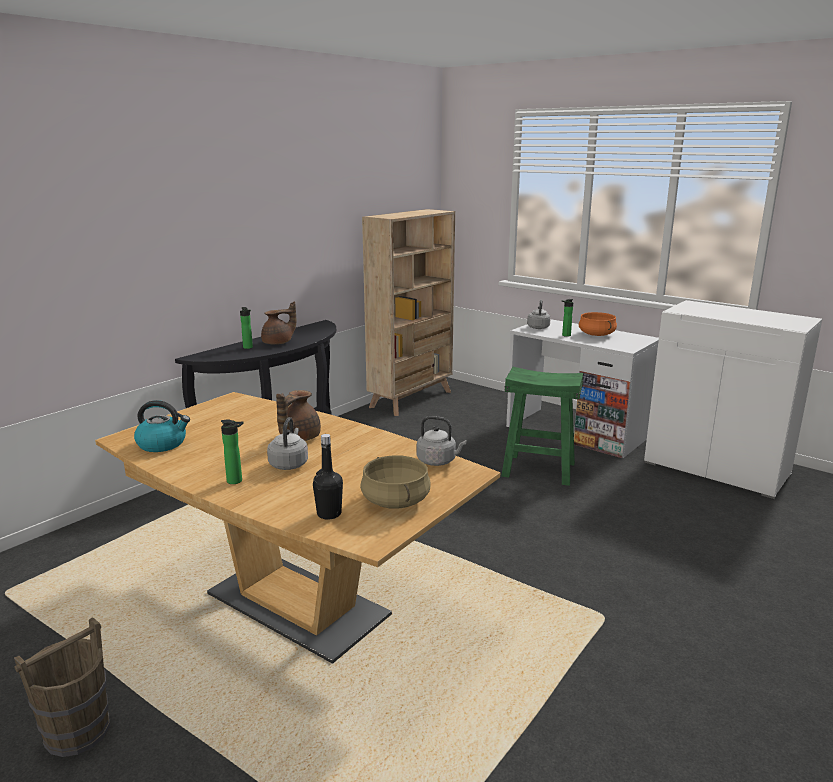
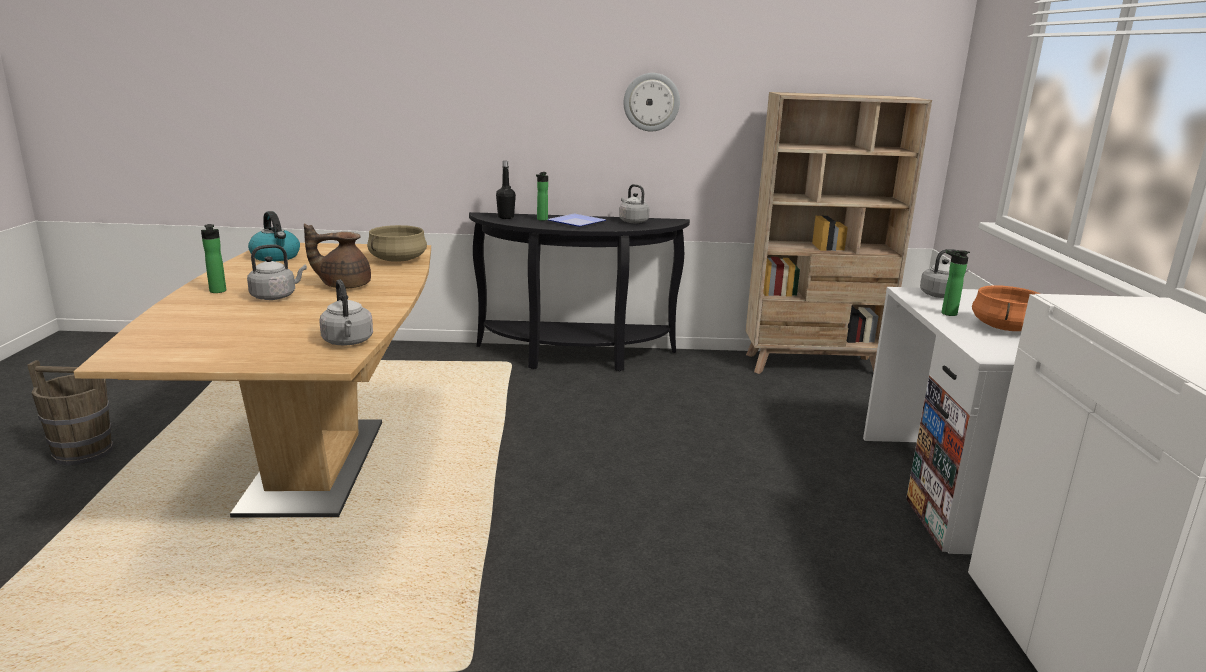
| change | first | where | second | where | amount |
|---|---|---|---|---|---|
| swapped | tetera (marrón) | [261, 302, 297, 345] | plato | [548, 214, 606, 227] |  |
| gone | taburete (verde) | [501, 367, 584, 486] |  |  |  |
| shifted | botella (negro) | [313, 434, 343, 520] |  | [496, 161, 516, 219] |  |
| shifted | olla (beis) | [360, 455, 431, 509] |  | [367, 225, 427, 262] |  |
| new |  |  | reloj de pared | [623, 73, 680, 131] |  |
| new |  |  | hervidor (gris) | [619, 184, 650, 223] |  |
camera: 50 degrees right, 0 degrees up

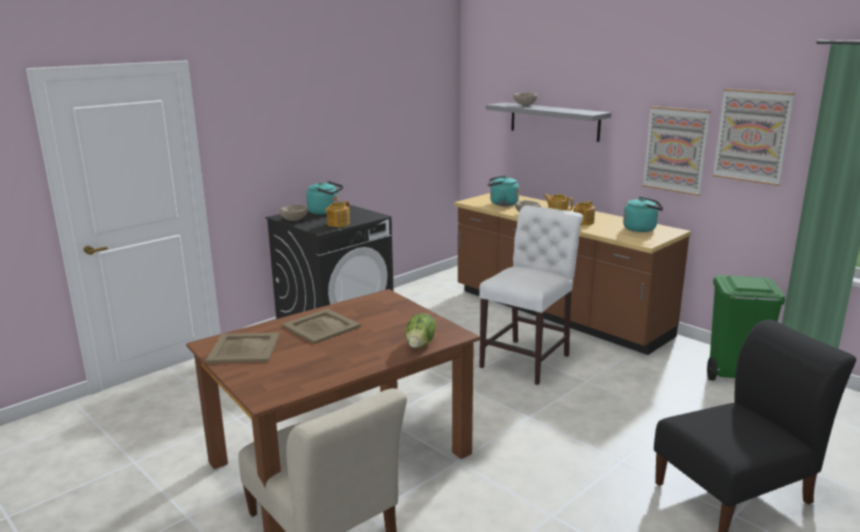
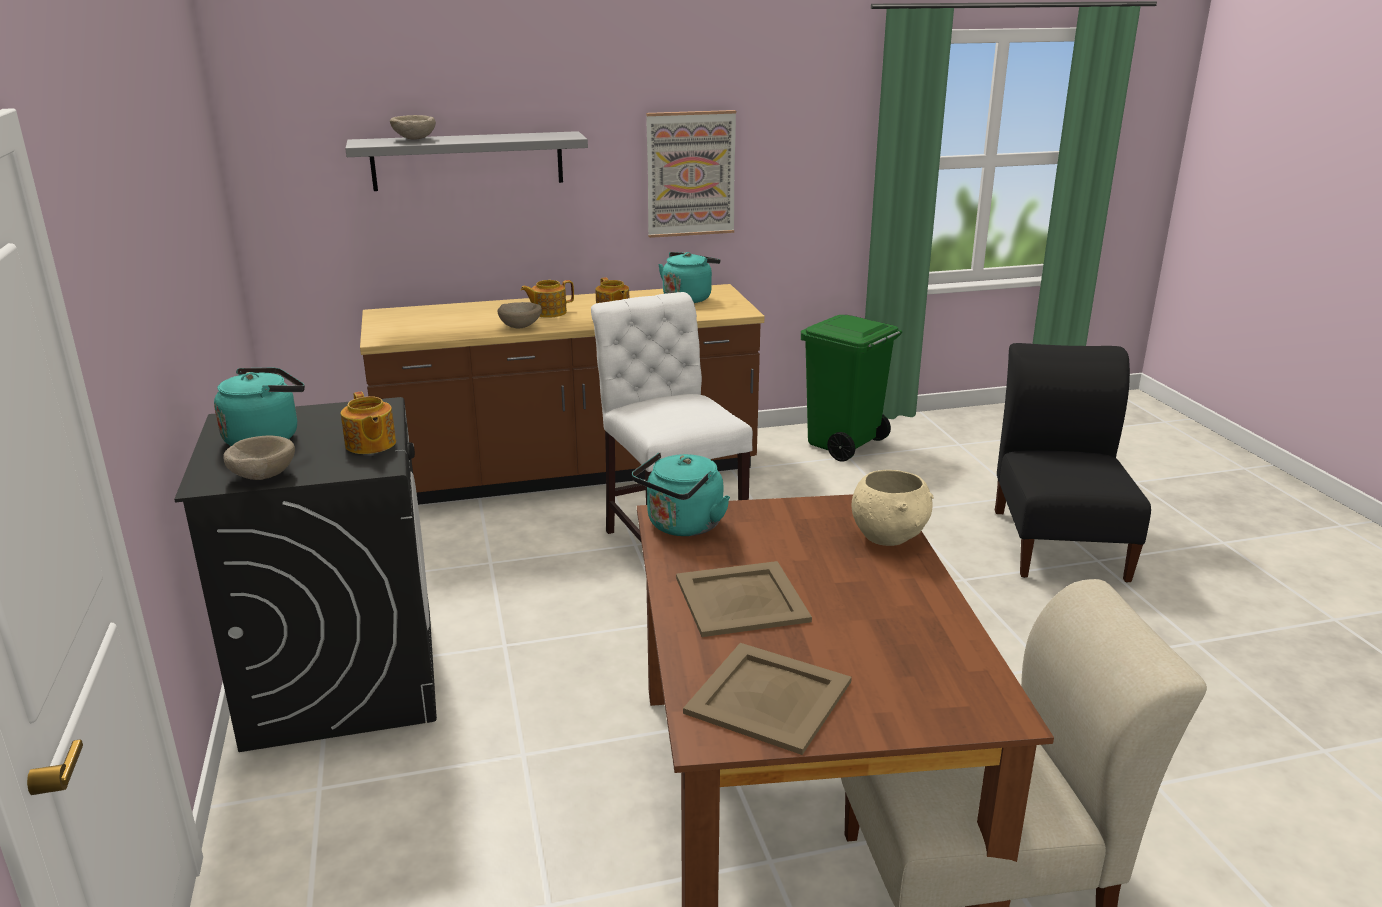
| change | first | where | second | where | amount |
|---|---|---|---|---|---|
| gone | cuadro | [712, 89, 794, 186] |  |  |  |
| shifted | hervidor (turquesa) | [488, 175, 519, 206] |  | [632, 453, 730, 536] |  |
| swapped | lechuga | [405, 313, 436, 348] | cuenco (beis) | [852, 470, 933, 546] |  |
camera: 60 degrees left, 5 degrees up

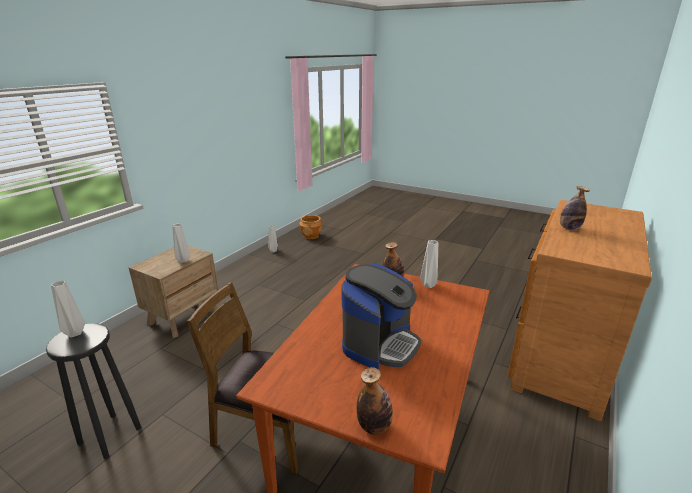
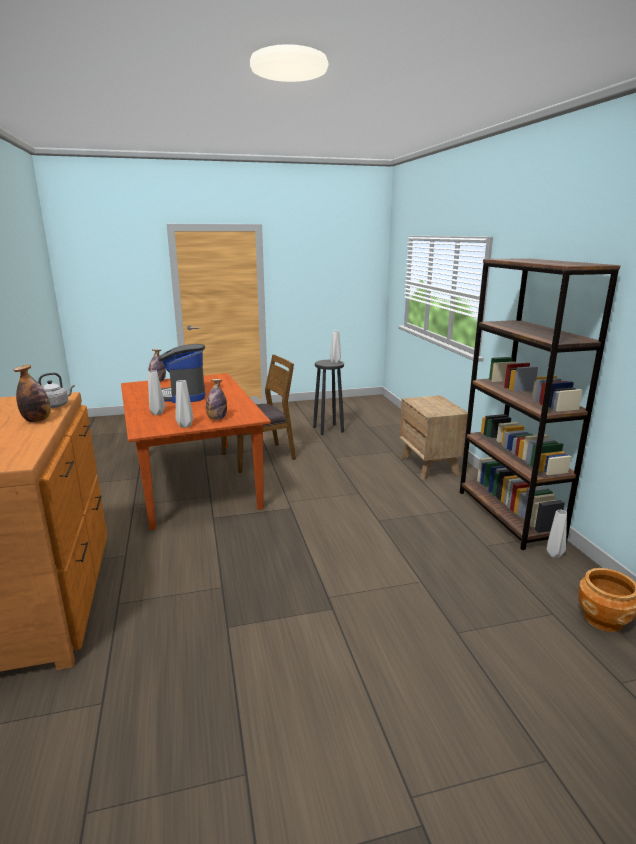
| change | first | where | second | where | amount |
|---|---|---|---|---|---|
| shifted | florero (gris) | [172, 224, 190, 263] |  | [148, 370, 165, 415] |  |
| new |  |  | estantería (marrón) | [459, 258, 621, 550] |  |
| new |  |  | hervidor (gris) | [38, 373, 75, 408] |  |
camera: 135 degrees right, 5 degrees down

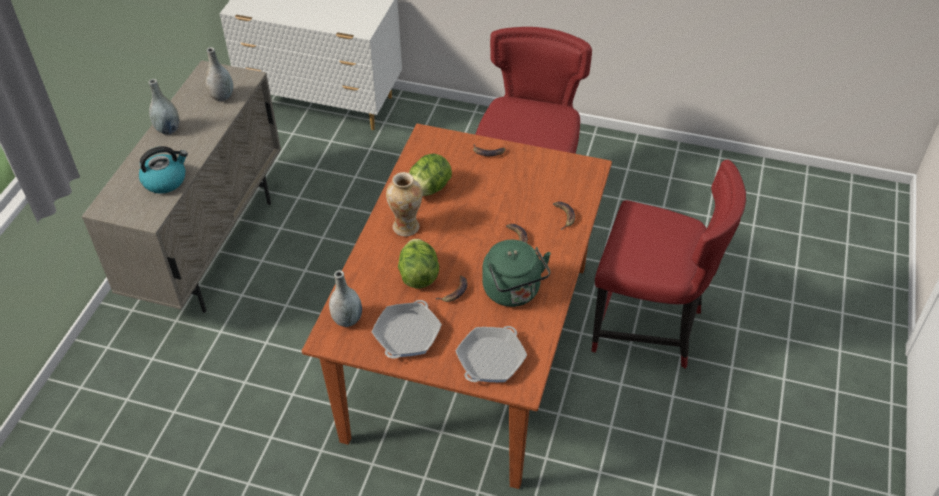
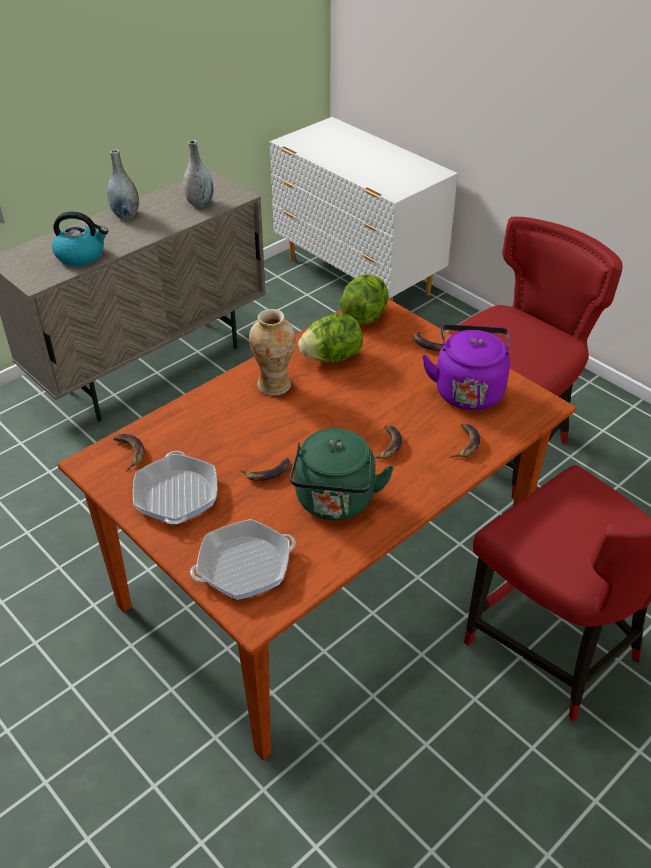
| change | first | where | second | where | amount |
|---|---|---|---|---|---|
| shifted | lechuga | [398, 239, 439, 288] |  | [340, 274, 389, 325] |  |
| swapped | florero (gris) | [329, 270, 362, 327] | plátano | [113, 434, 145, 471] |  |
| rotated | sartén | [372, 300, 442, 359] |  | [133, 451, 217, 524] | 60 degrees counterclockwise |
| new |  |  | hervidor (morado) | [422, 324, 510, 410] |  |
camera: 30 degrees right, 5 degrees down

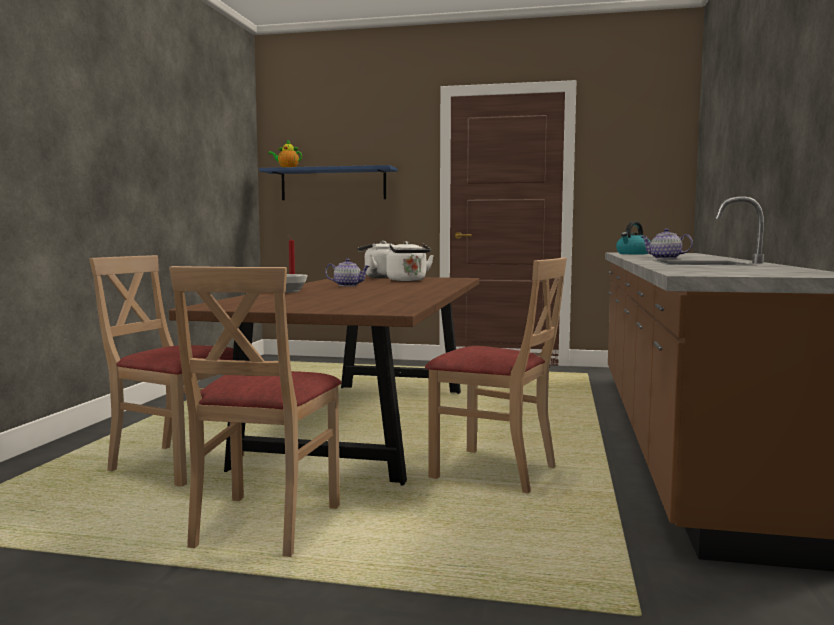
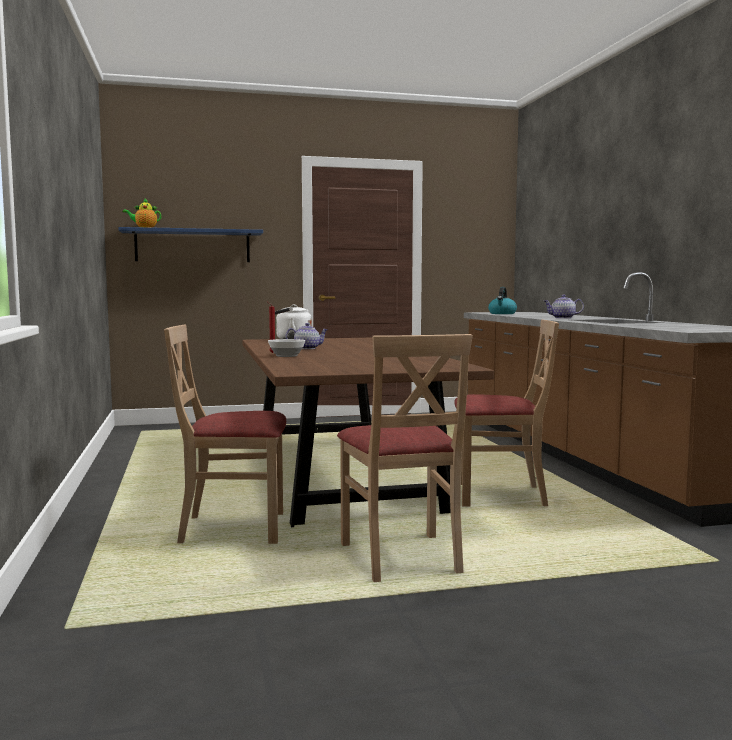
| change | first | where | second | where | amount |
|---|---|---|---|---|---|
| gone | hervidor (blanco) | [386, 241, 434, 281] |  |  |  |
camera: 25 degrees left, 0 degrees up

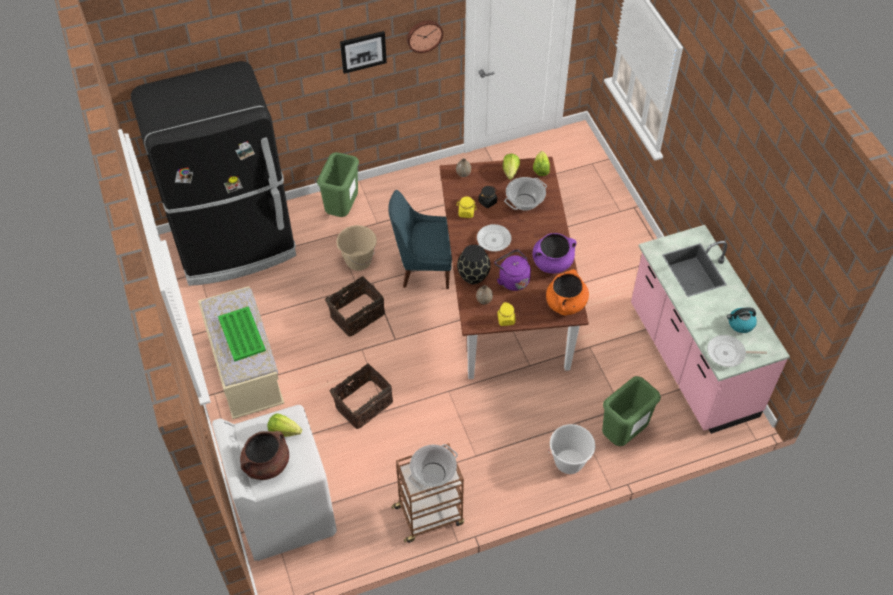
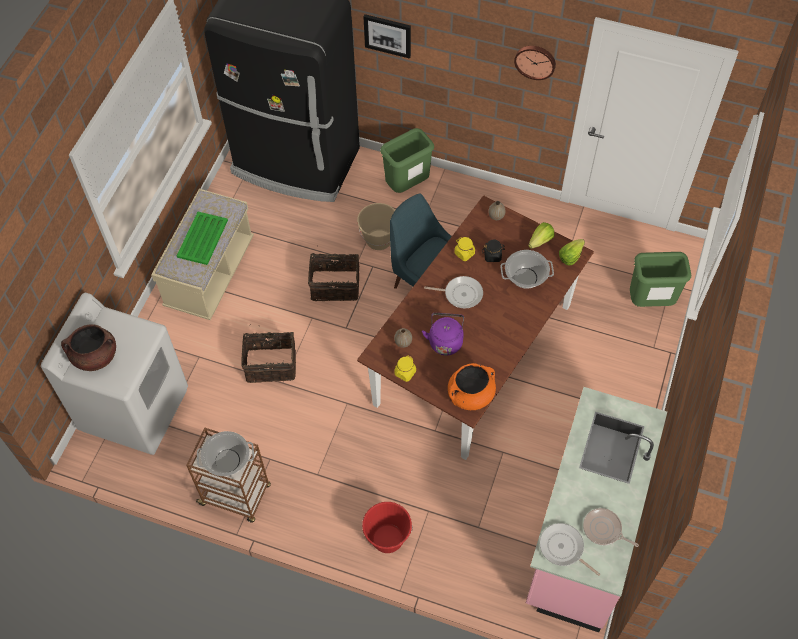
| change | first | where | second | where | amount |
|---|---|---|---|---|---|
| shifted | cuadro | [340, 31, 387, 74] |  | [363, 14, 411, 59] |  |
| gone | olla (morado) | [533, 233, 577, 273] |  |  |  |
| gone | florero (negro) | [457, 245, 491, 284] |  |  |  |
| swapped | hervidor | [727, 307, 757, 333] | sartén | [583, 508, 639, 547] |  |
| shifted | papelera (verde) | [602, 376, 661, 446] |  | [630, 252, 691, 307] |  |
| gone | lechuga | [267, 413, 302, 437] |  |  |  |
| repainted | cubo (blanco) | [548, 424, 595, 474] | cubo (rojo) | [362, 502, 413, 553] |  |
camera: 40 degrees right, 5 degrees up

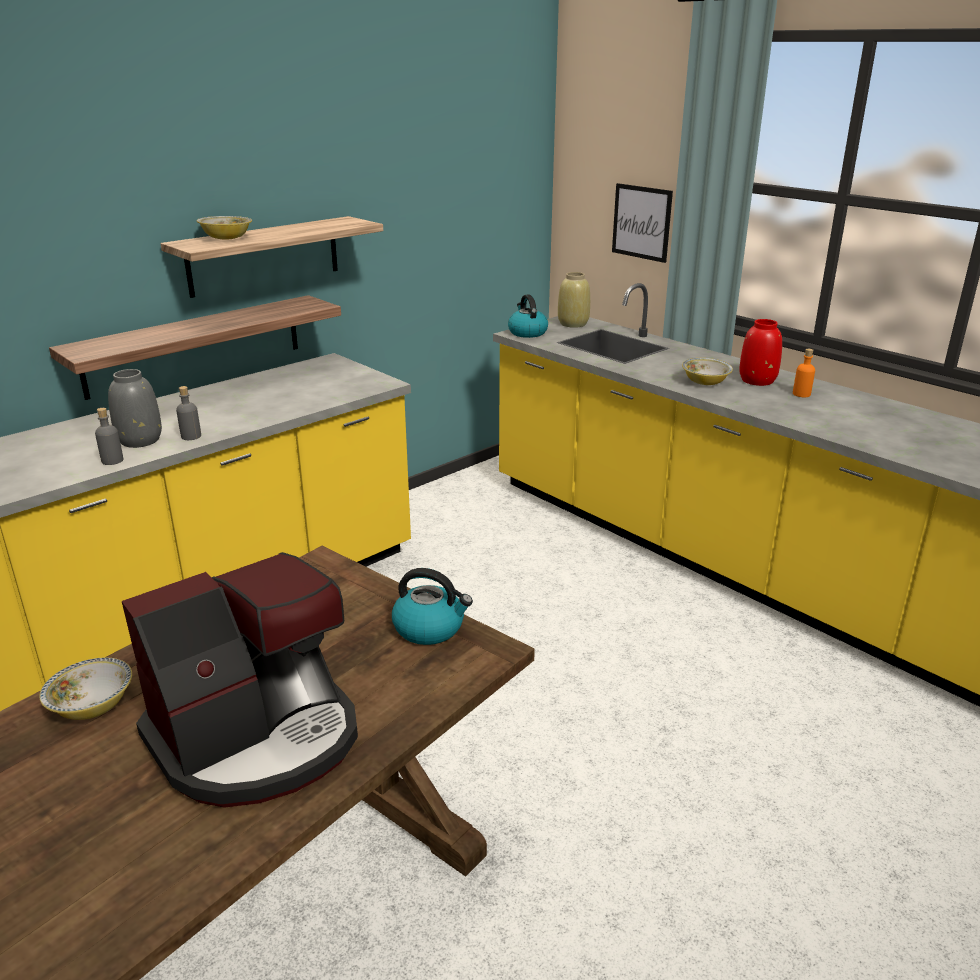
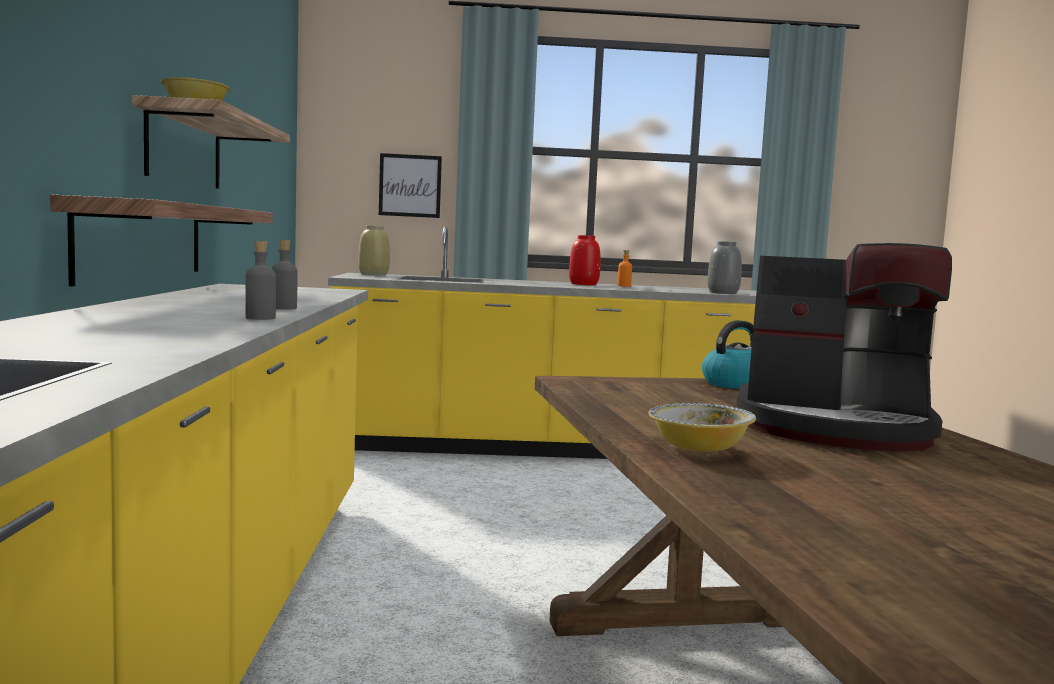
| change | first | where | second | where | amount |
|---|---|---|---|---|---|
| gone | hervidor | [508, 294, 548, 338] |  |  |  |
| gone | cuenco | [682, 358, 733, 385] |  |  |  |
| shifted | florero (gris) | [108, 369, 162, 448] |  | [707, 241, 742, 294] |  |
| rotated | cafetera | [122, 552, 358, 808] |  | [736, 243, 952, 452] | 105 degrees clockwise |
camera: 50 degrees left, 20 degrees down

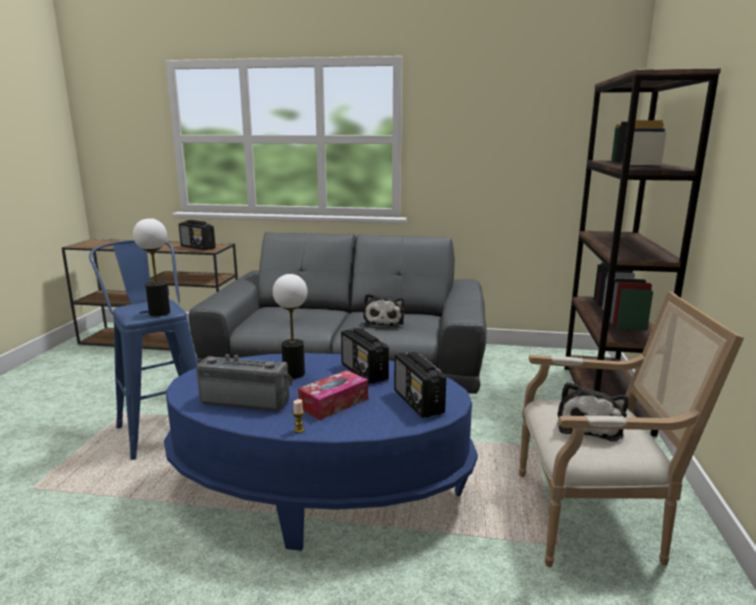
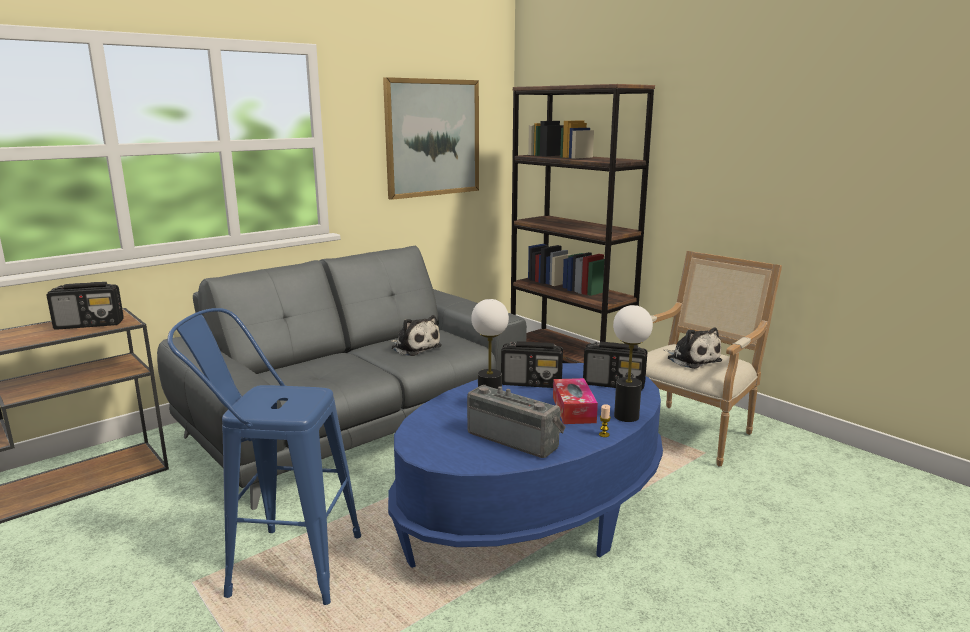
| change | first | where | second | where | amount |
|---|---|---|---|---|---|
| shifted | lámpara de mesa | [133, 218, 170, 316] |  | [613, 305, 653, 422] |  |
| rotated | radio | [196, 354, 293, 411] |  | [467, 385, 565, 458] | 75 degrees clockwise |
| new |  |  | cuadro | [383, 77, 479, 200] |  |
camera: 50 degrees left, 0 degrees up

